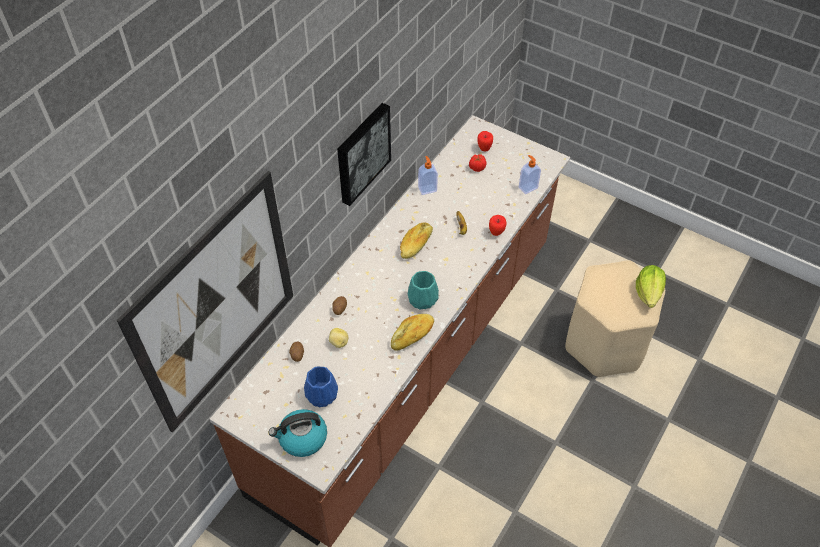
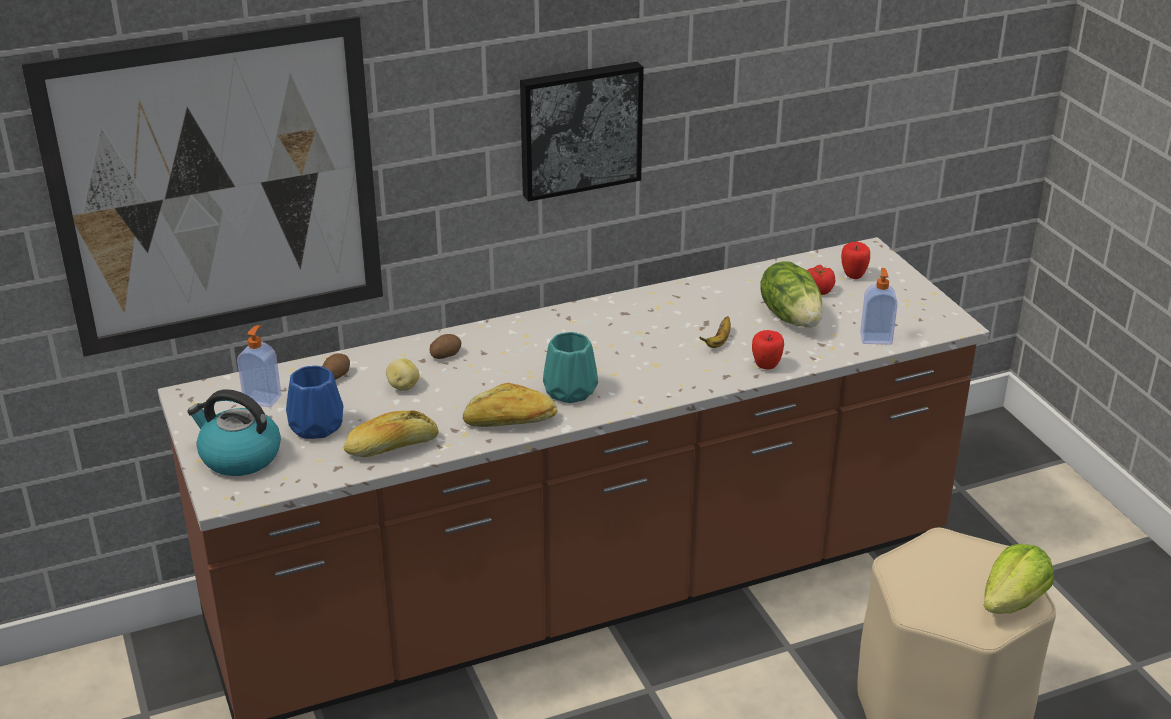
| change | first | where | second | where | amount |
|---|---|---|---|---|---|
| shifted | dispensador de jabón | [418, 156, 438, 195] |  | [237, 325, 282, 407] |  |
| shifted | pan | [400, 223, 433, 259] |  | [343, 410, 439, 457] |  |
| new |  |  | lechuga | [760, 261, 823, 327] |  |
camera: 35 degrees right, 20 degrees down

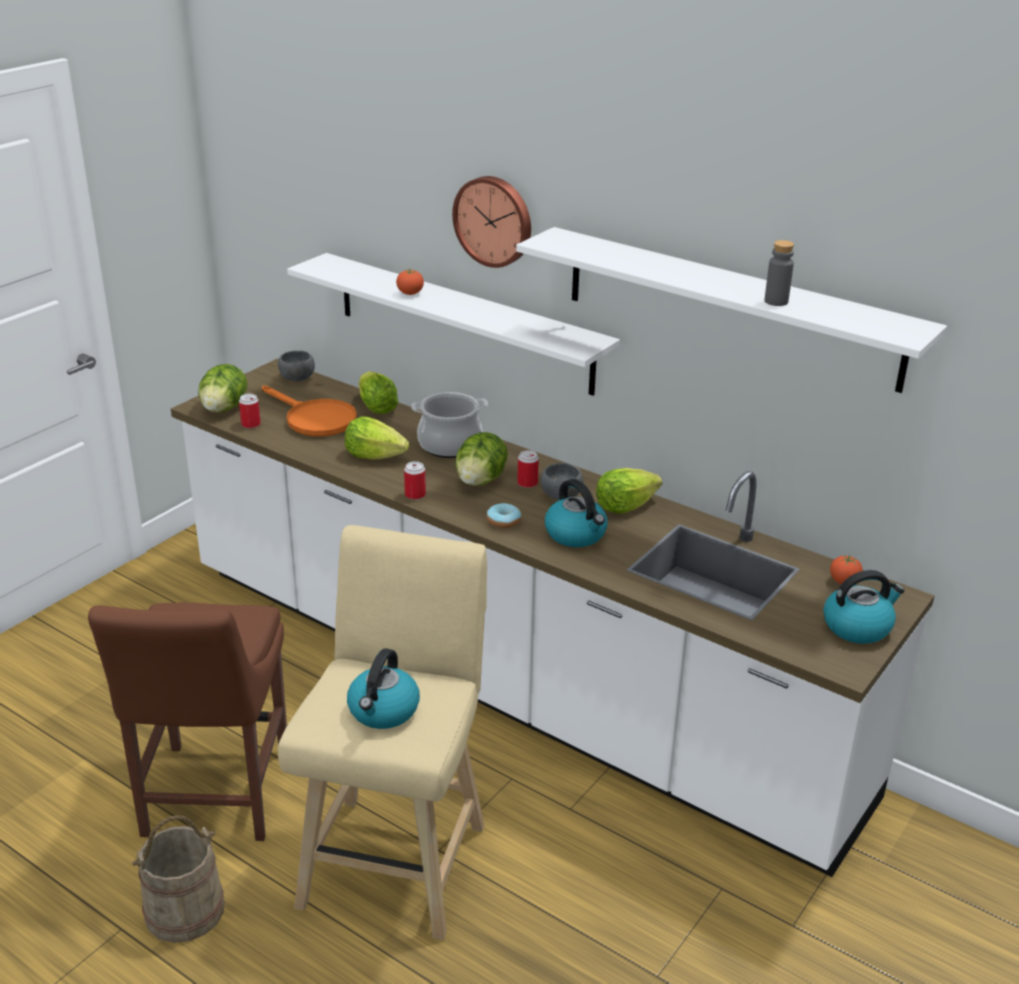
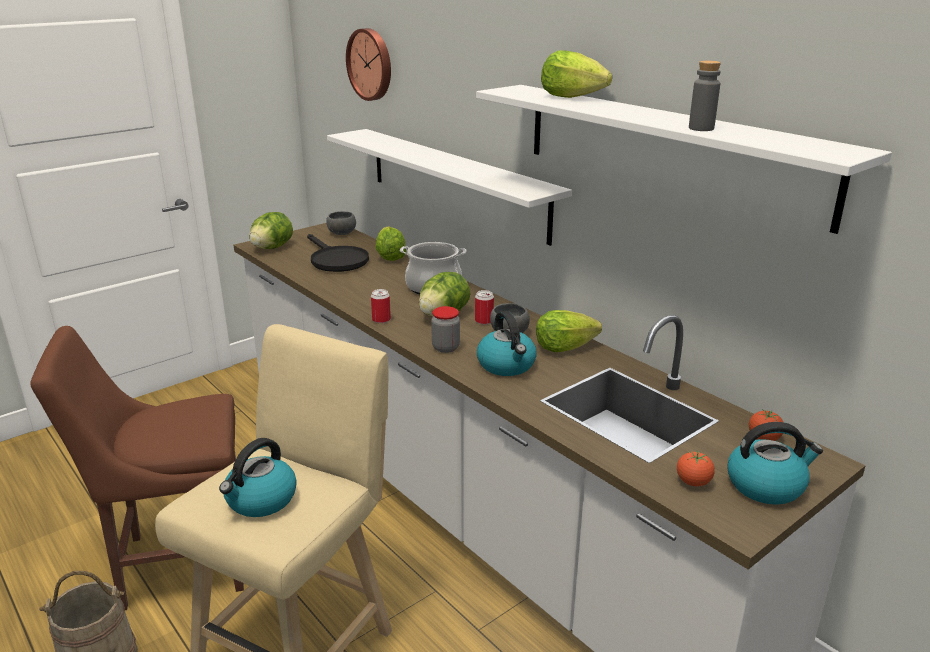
| change | first | where | second | where | amount |
|---|---|---|---|---|---|
| shifted | reloj de pared | [452, 176, 531, 268] |  | [346, 28, 391, 101] |  |
| shifted | tomate | [396, 269, 424, 295] |  | [677, 451, 715, 486] |  |
| repainted | sartén (naranja) | [262, 385, 357, 437] | sartén (negro) | [307, 234, 369, 272] |  |
| gone | lata | [239, 393, 261, 429] |  |  |  |
| shifted | lechuga | [344, 416, 409, 459] |  | [541, 50, 612, 98] |  |
| swapped | rosquilla | [487, 503, 521, 529] | tarro | [431, 306, 460, 353] |  |
| rotated | silla (marrón) | [88, 603, 287, 841] |  | [30, 326, 244, 610] | 60 degrees clockwise |
camera: 15 degrees right, 5 degrees down

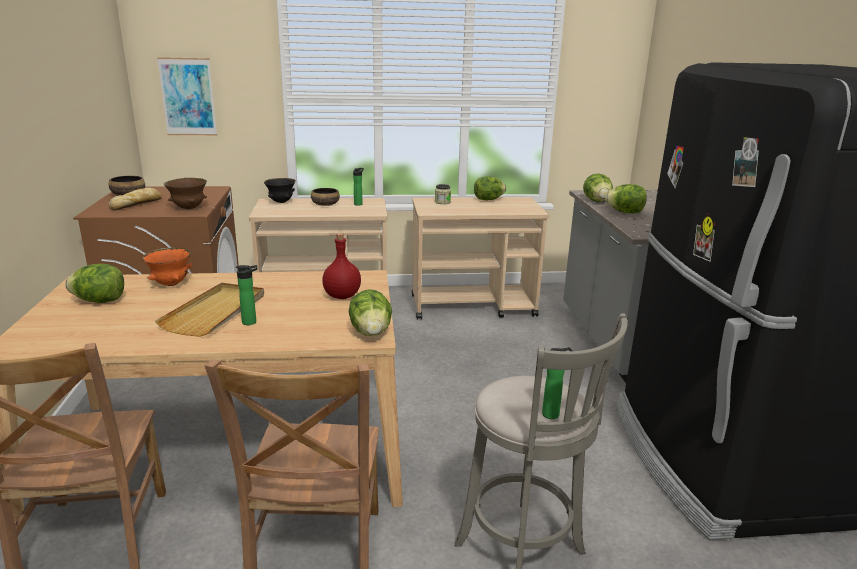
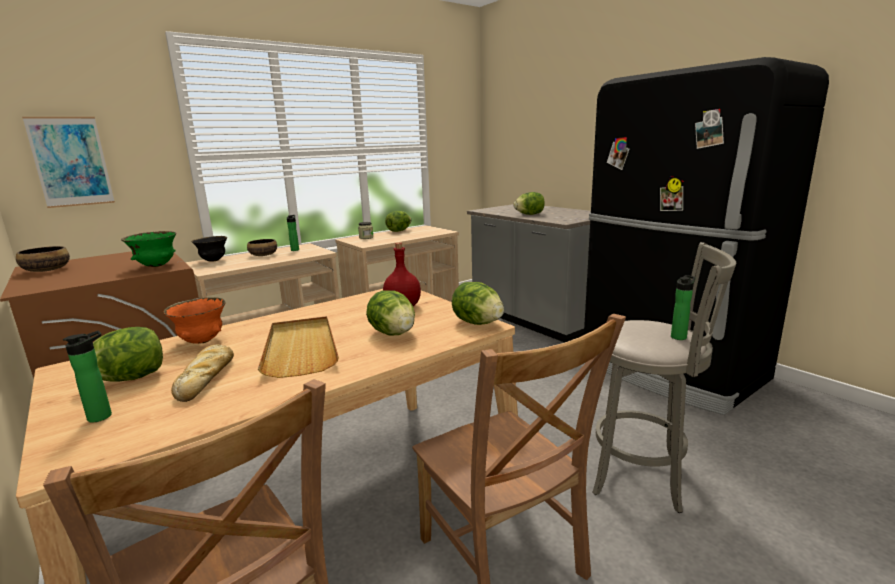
| change | first | where | second | where | amount |
|---|---|---|---|---|---|
| shifted | lechuga | [583, 174, 613, 202] |  | [366, 290, 415, 336] |  |
| repainted | cuenco (marrón) | [164, 178, 207, 209] | cuenco (verde) | [121, 231, 176, 267] |  |
| shifted | pan | [109, 188, 162, 210] |  | [171, 345, 234, 402] |  |
| shifted | botella | [236, 265, 257, 325] |  | [63, 331, 112, 423] |  |
camera: 30 degrees left, 5 degrees down

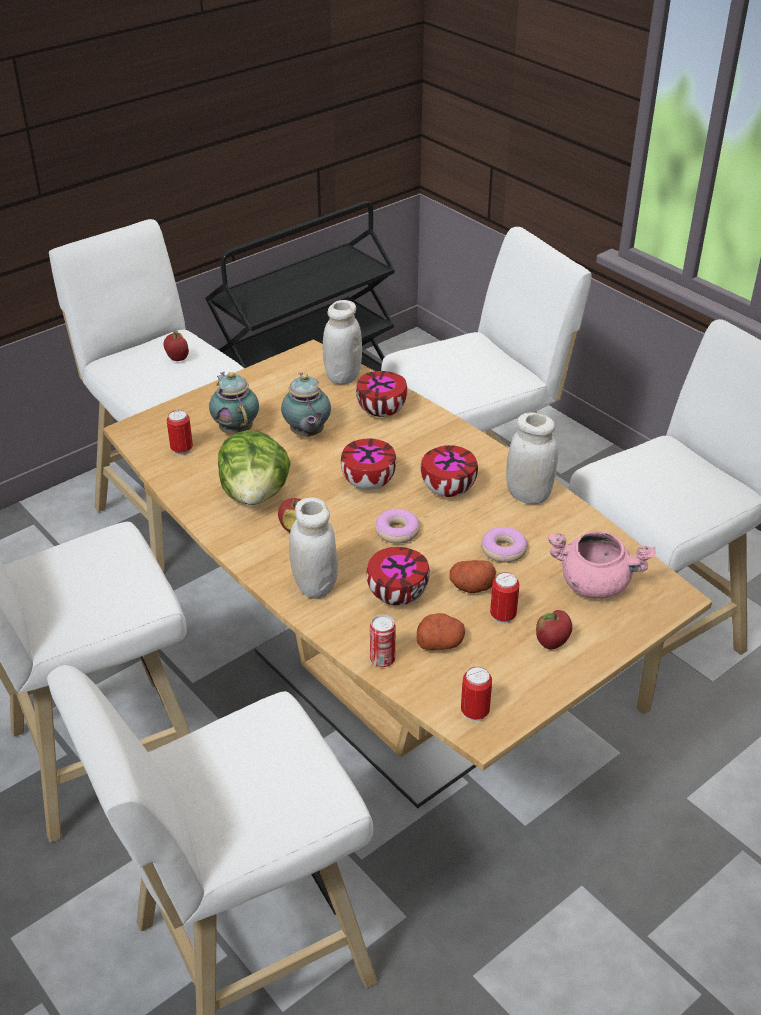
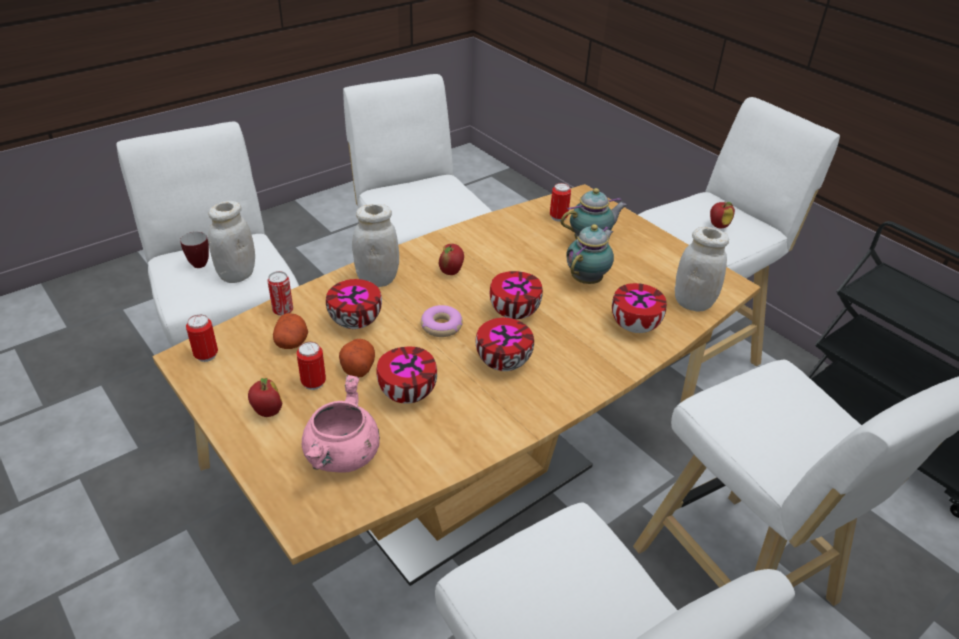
| change | first | where | second | where | amount |
|---|---|---|---|---|---|
| rotated | tetera | [281, 372, 331, 437] |  | [566, 224, 614, 284] | 135 degrees clockwise |
| shifted | tarro (blanco) | [506, 412, 558, 504] |  | [208, 201, 255, 283] |  |
| gone | lechuga | [218, 430, 291, 505] |  |  |  |
| swapped | rosquilla | [481, 527, 528, 563] | cuenco | [376, 347, 437, 404] |  |
| new |  |  | taza grande | [180, 232, 209, 268] |  |
camera: 90 degrees right, 0 degrees up

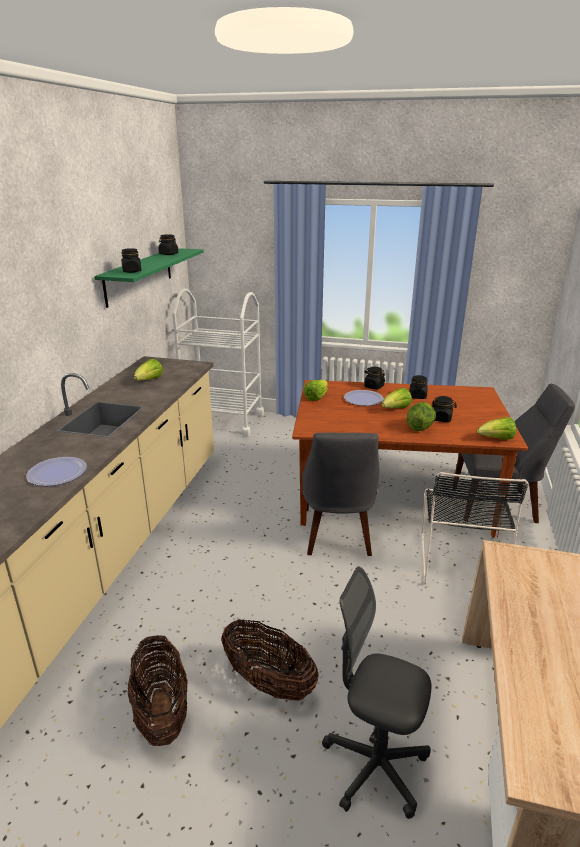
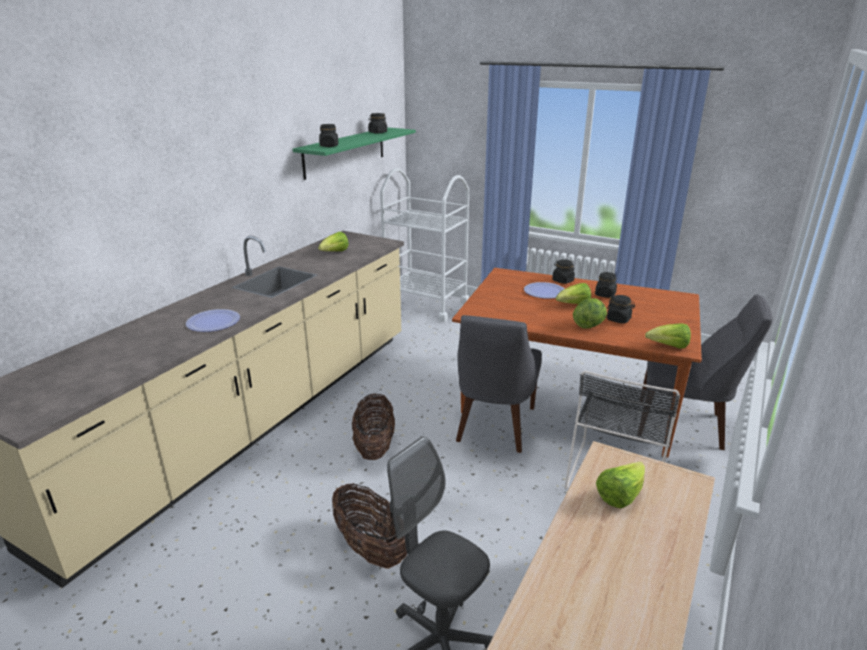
| change | first | where | second | where | amount |
|---|---|---|---|---|---|
| shifted | lechuga | [303, 380, 328, 401] |  | [596, 461, 645, 508] |  |
| shifted | cesta | [127, 635, 188, 746] |  | [352, 394, 395, 460] |  |
camera: 15 degrees right, 0 degrees up

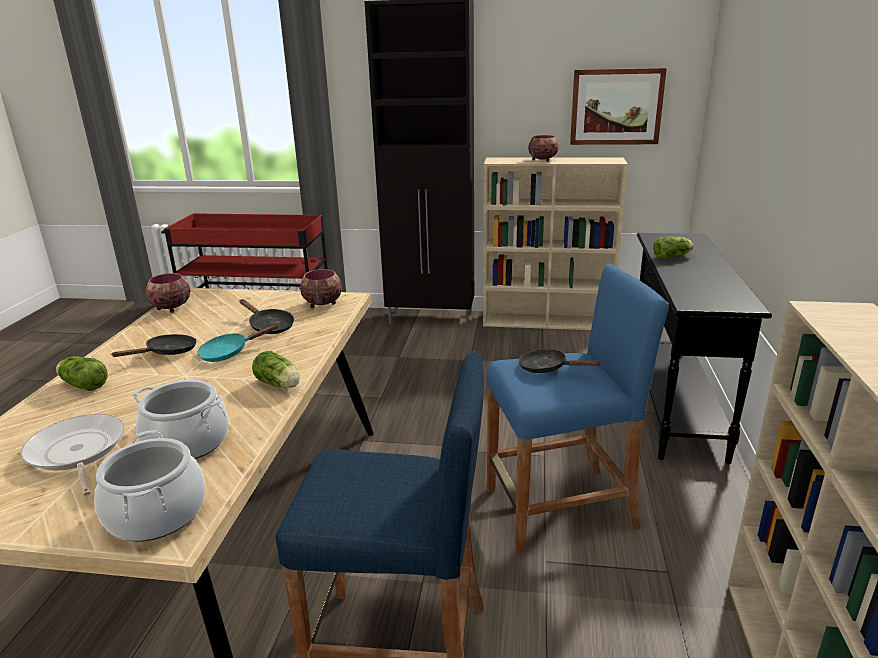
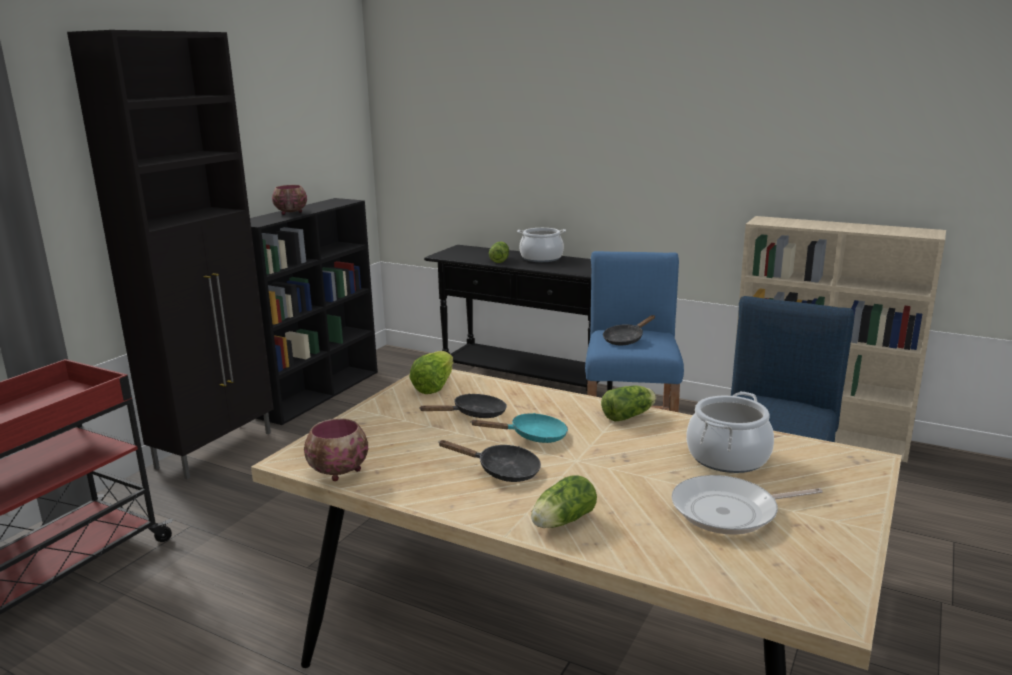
| change | first | where | second | where | amount |
|---|---|---|---|---|---|
| gone | cuadro | [570, 68, 667, 145] |  |  |  |
| repainted | estantería (beis) | [483, 157, 628, 330] | estantería (negro) | [250, 198, 378, 425] |  |
| swapped | cuenco | [300, 269, 342, 308] | lechuga | [409, 351, 453, 394] |  |
| rotated | sartén (turquesa) | [197, 324, 279, 362] |  | [470, 413, 568, 443] | 90 degrees counterclockwise |
| rotated | sartén (negro) | [112, 334, 197, 357] |  | [438, 440, 541, 482] | 135 degrees clockwise |
| shifted | olla | [94, 430, 206, 542] |  | [517, 228, 566, 262] |  |
camera: 70 degrees left, 5 degrees down

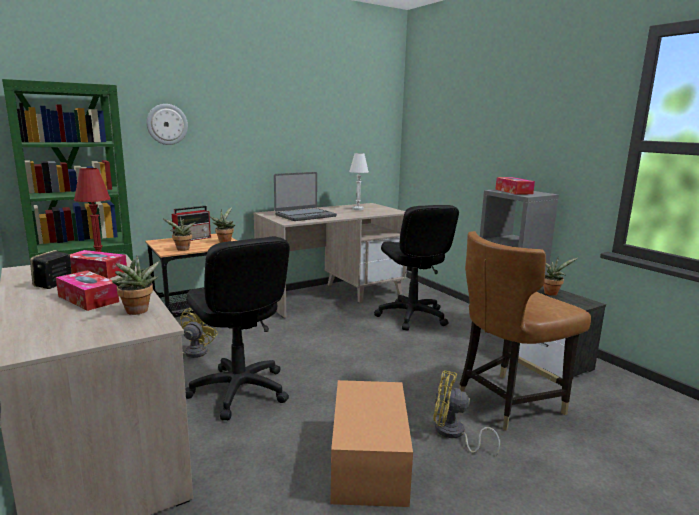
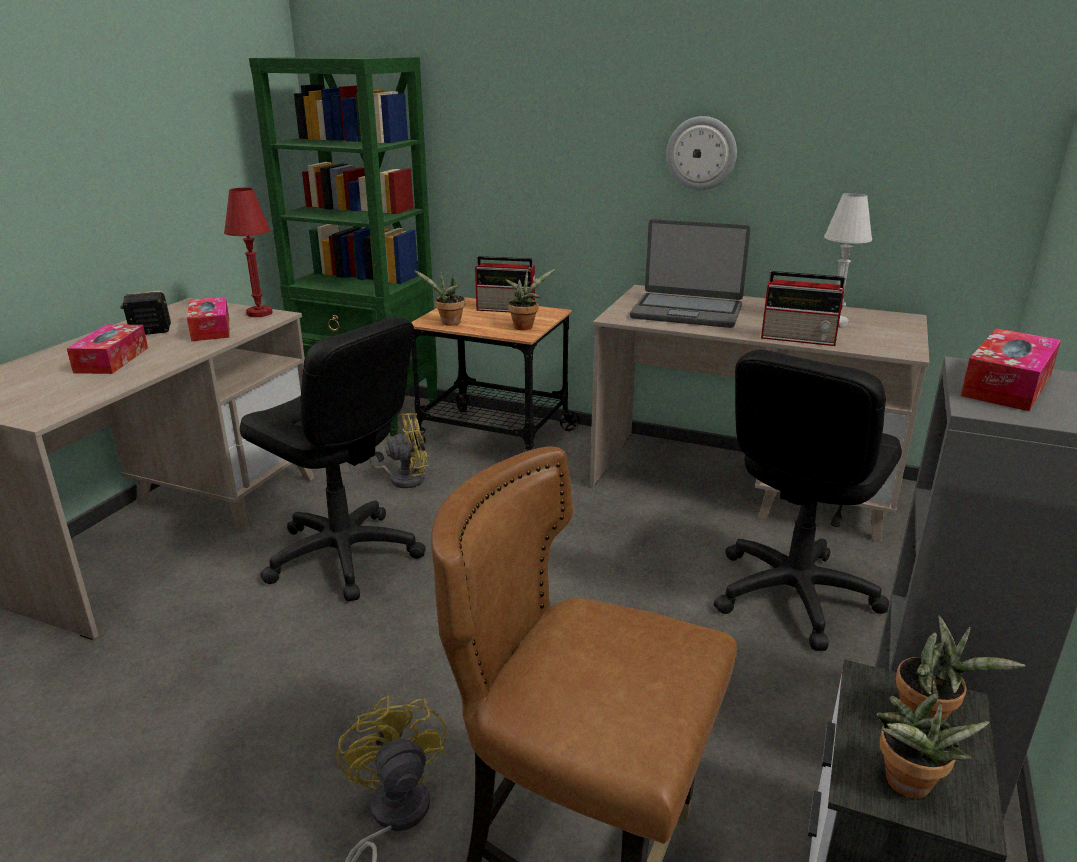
| change | first | where | second | where | amount |
|---|---|---|---|---|---|
| shifted | reloj de pared | [146, 104, 188, 145] |  | [666, 116, 737, 190] |  |
| rotated | silla de oficina (negro) | [185, 237, 290, 420] |  | [240, 317, 426, 601] | 75 degrees counterclockwise |
| shifted | planta en maceta | [112, 255, 160, 315] |  | [877, 694, 989, 799] |  |
| gone | caja de cartón | [331, 380, 413, 507] |  |  |  |
| new |  |  | radio | [761, 271, 846, 346] |  |
camera: 55 degrees right, 10 degrees up

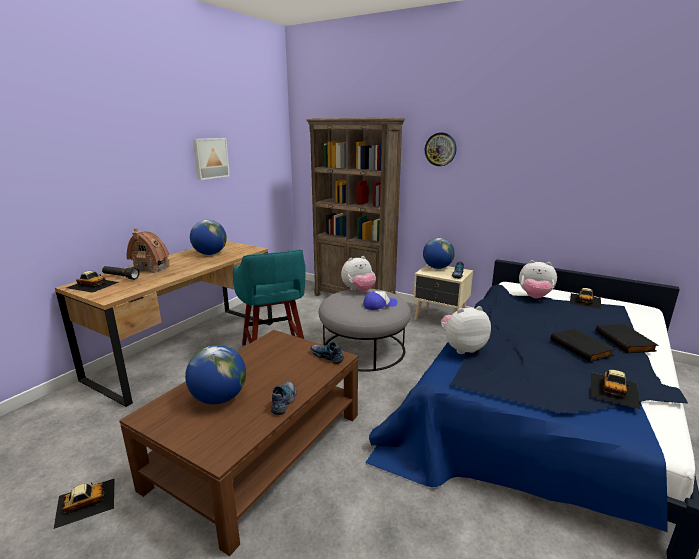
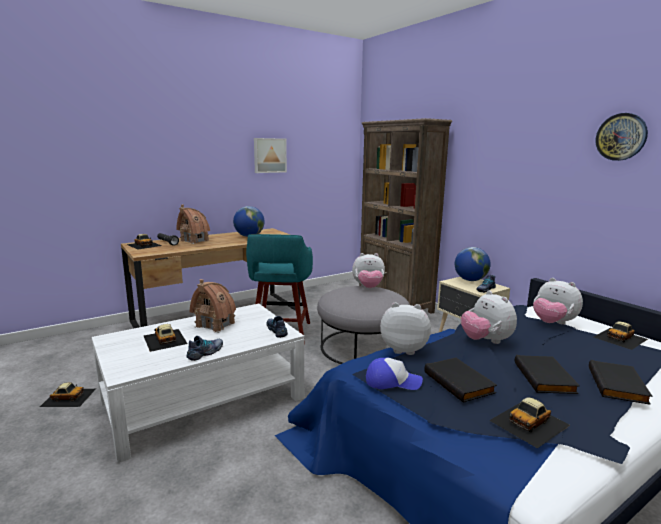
| change | first | where | second | where | amount |
|---|---|---|---|---|---|
| shifted | reloj de pared | [425, 132, 457, 166] |  | [595, 113, 648, 161] |  |
| shifted | gorra | [363, 291, 398, 310] |  | [366, 357, 423, 390] |  |
| repainted | mesa de centro (marrón) | [119, 330, 358, 556] | mesa de centro (blanco) | [92, 304, 304, 463] |  |
| swapped | globo terráqueo | [185, 345, 246, 405] | coche de juguete | [144, 324, 188, 352] |  |
| new |  |  | casita | [190, 279, 236, 333] |  |
| new |  |  | peluche | [461, 290, 517, 344] |  |
| new |  |  | libro (negro) | [424, 358, 497, 403] |  |
camera: 25 degrees right, 5 degrees down

